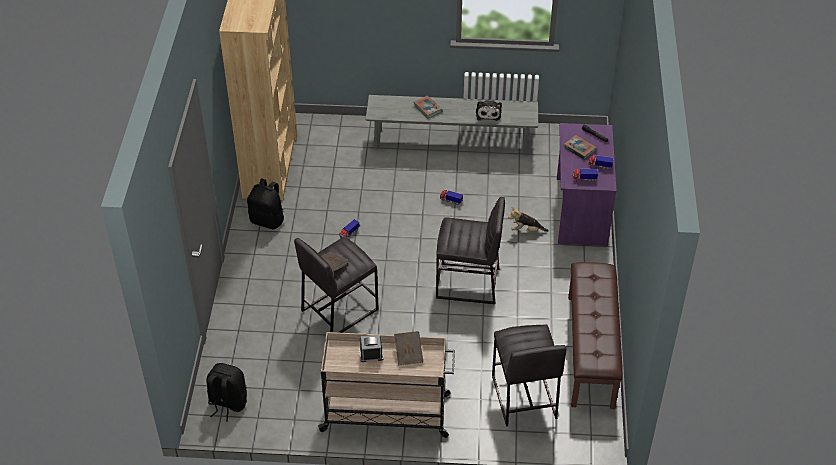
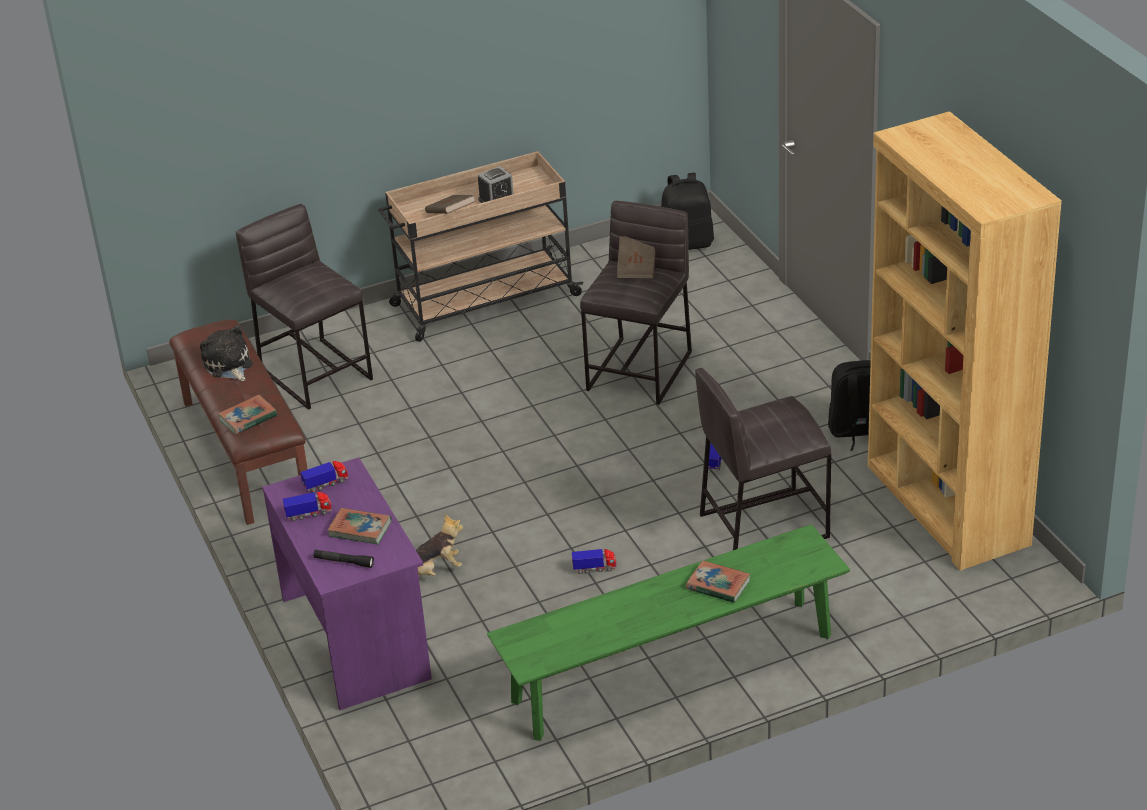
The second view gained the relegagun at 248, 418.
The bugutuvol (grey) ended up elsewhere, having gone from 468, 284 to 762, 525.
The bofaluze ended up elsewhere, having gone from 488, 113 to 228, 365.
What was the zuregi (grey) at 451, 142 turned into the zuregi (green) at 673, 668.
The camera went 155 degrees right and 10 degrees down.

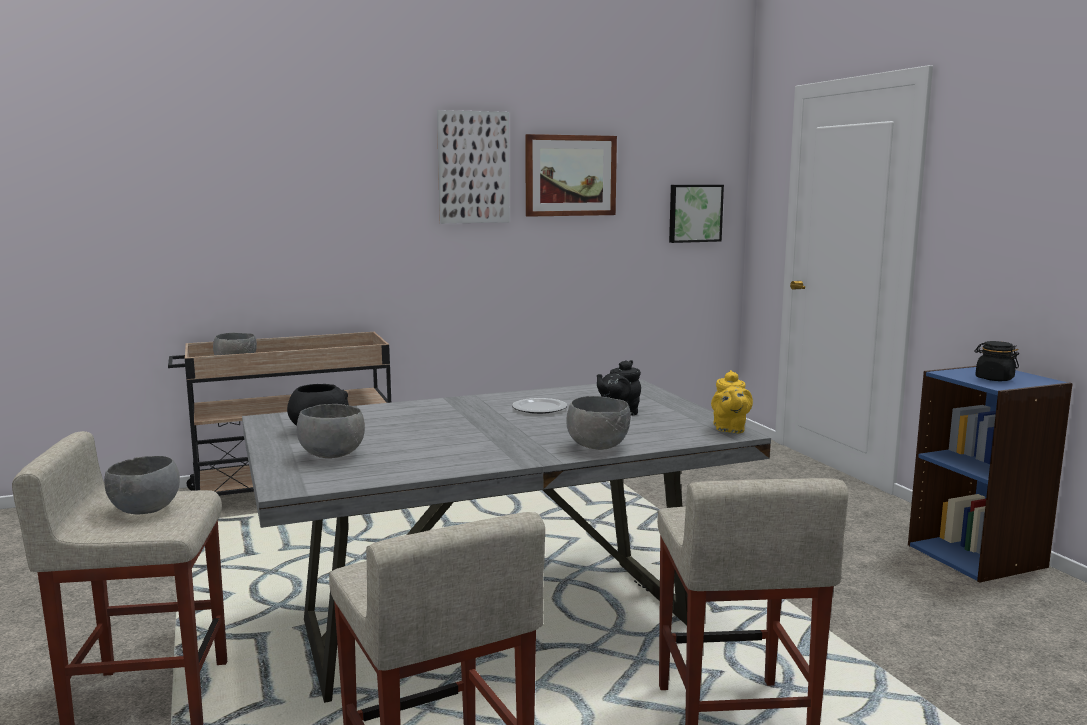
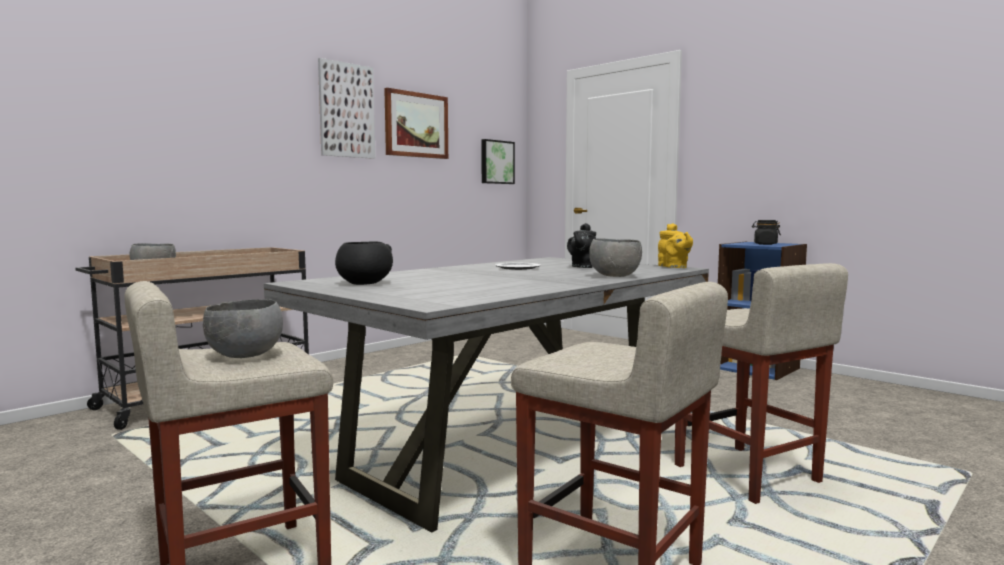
The second view lost the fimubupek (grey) at 331, 455.
The camera went 25 degrees left and 5 degrees down.

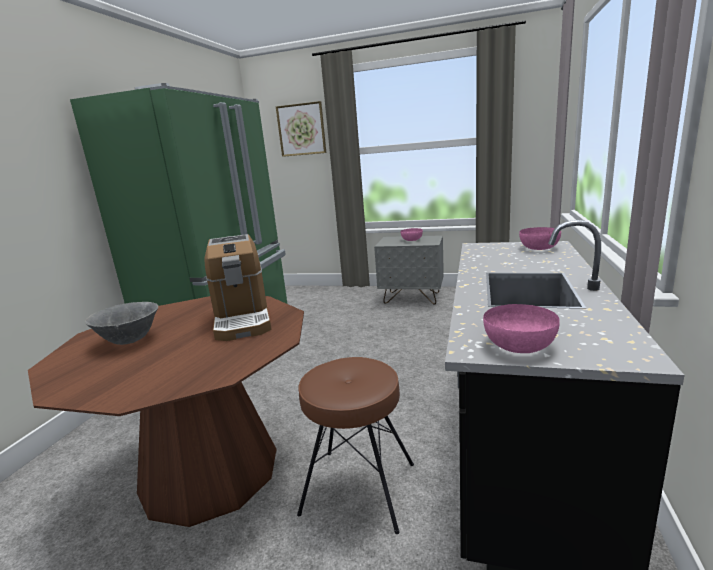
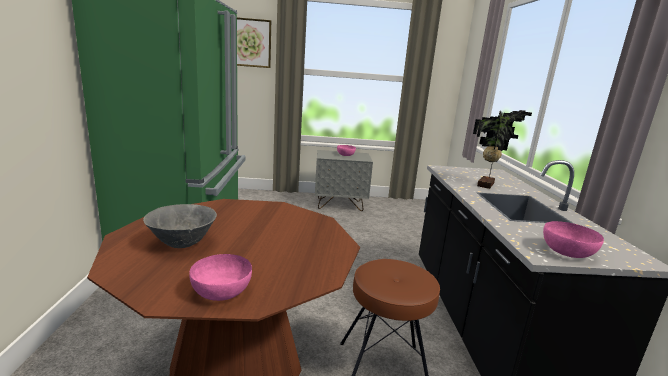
The second view lost the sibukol at 242, 319.
The second view gained the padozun at 487, 185.
The fimubupek (pink) ended up elsewhere, having gone from 539, 248 to 222, 292.
The camera went 20 degrees left and 0 degrees up.

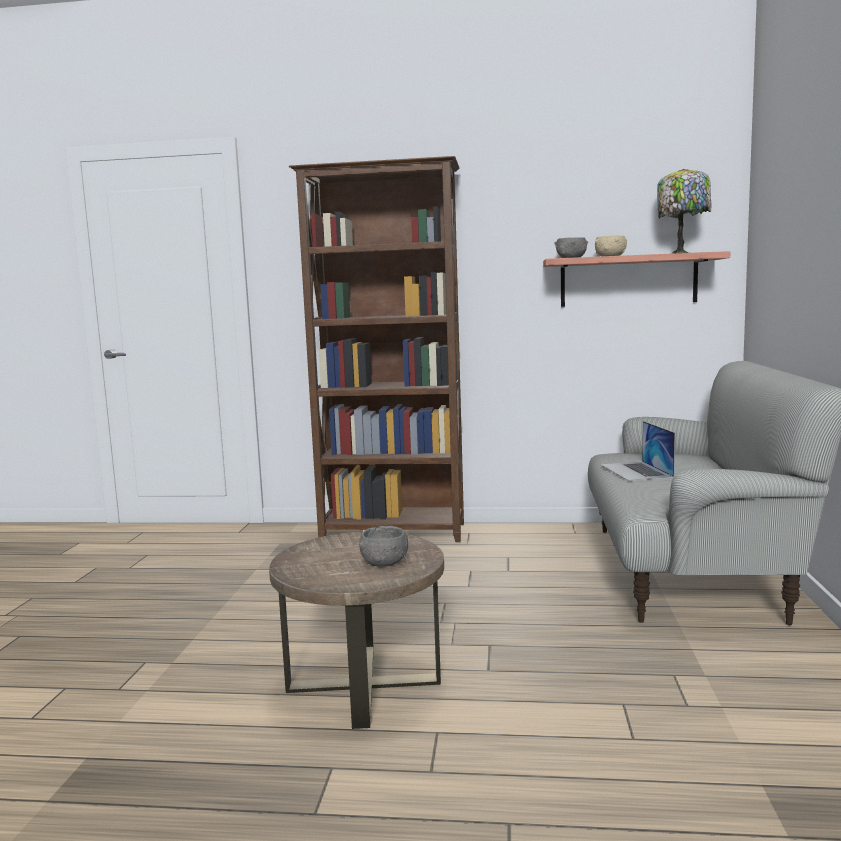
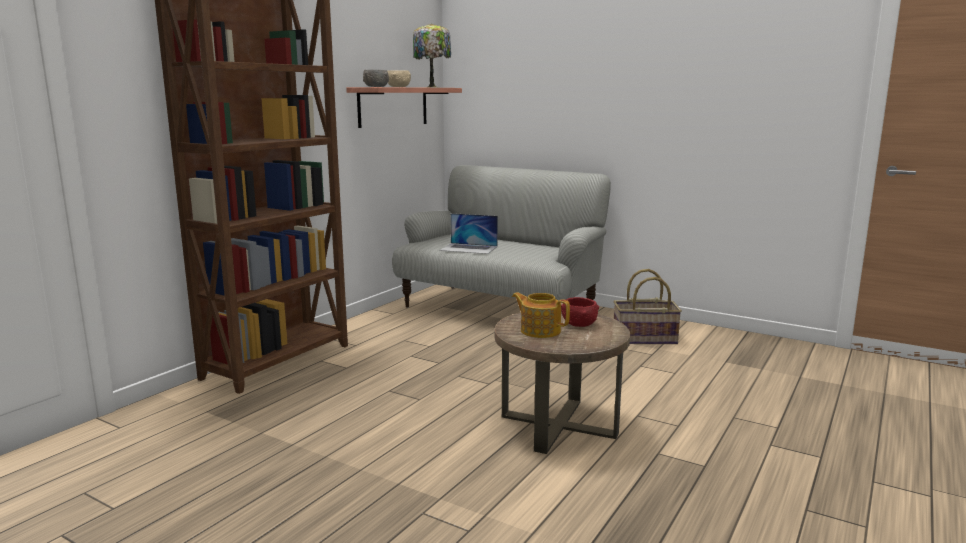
The second view gained the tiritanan at 540, 331.
The second view gained the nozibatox at 644, 339.
What was the fimubupek (grey) at 384, 562 turned into the fimubupek (red) at 579, 324.
The camera went 65 degrees left and 5 degrees up.

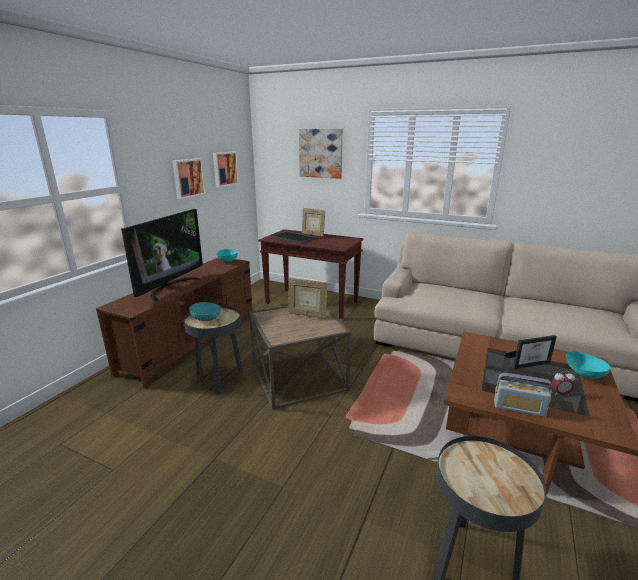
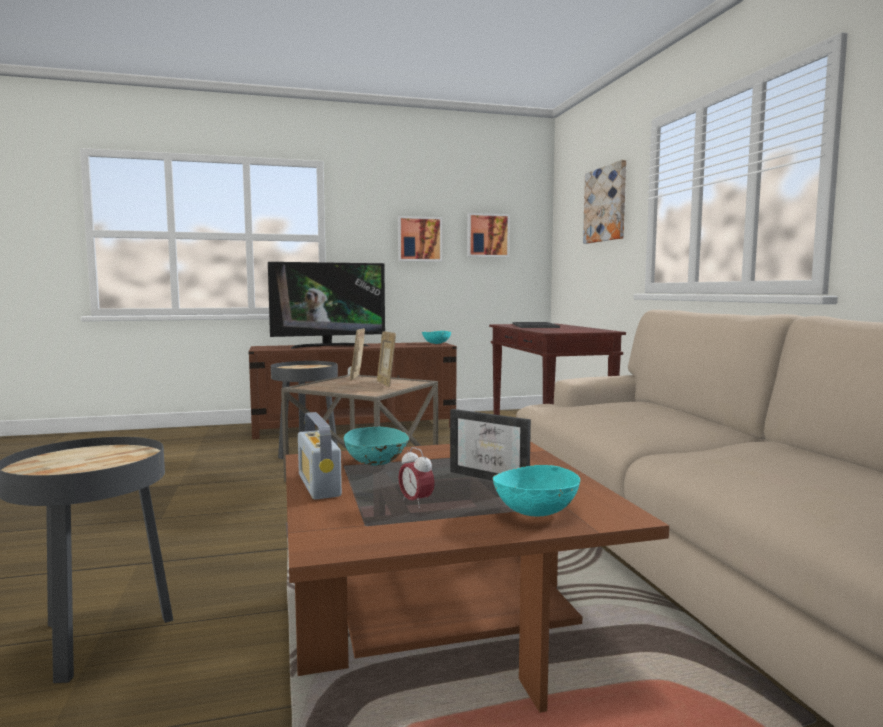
The fimubupek (turquoise) ended up elsewhere, having gone from 206, 319 to 377, 463.
The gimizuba ended up elsewhere, having gone from 313, 235 to 358, 378.
The camera went 50 degrees right and 15 degrees down.

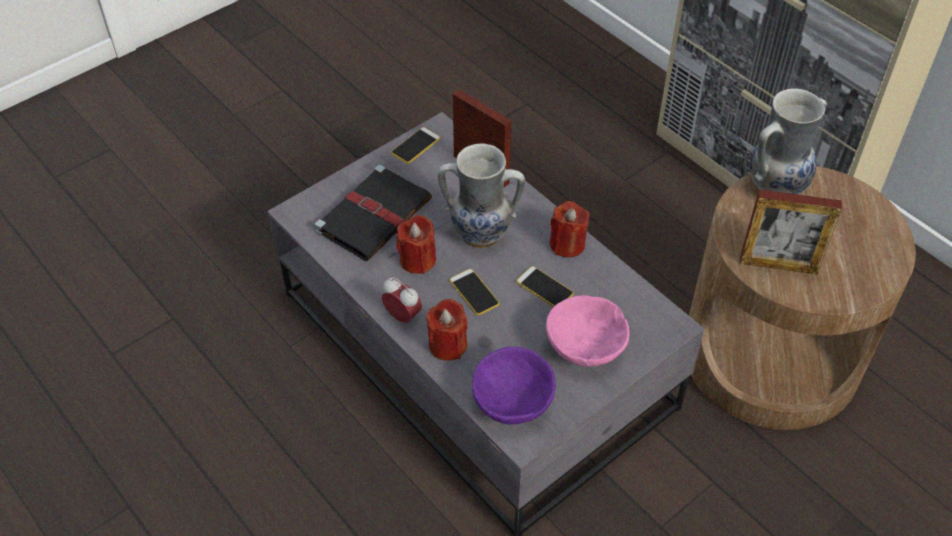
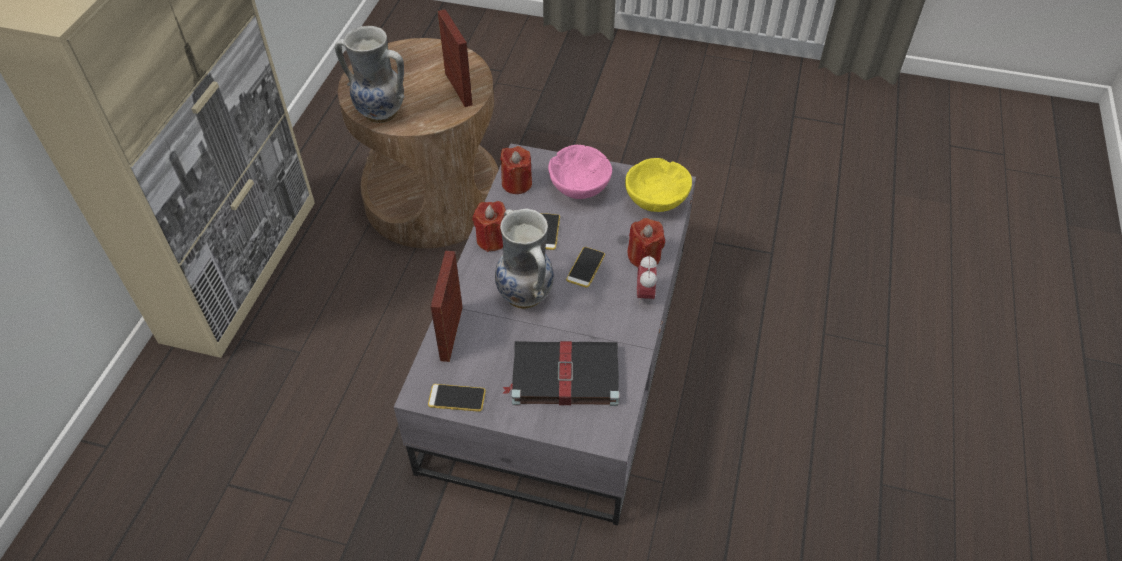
The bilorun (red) ended up elsewhere, having gone from 417, 260 to 516, 183.
What was the fimubupek (purple) at 513, 404 turned into the fimubupek (yellow) at 656, 200.
The camera went 125 degrees left and 0 degrees up.

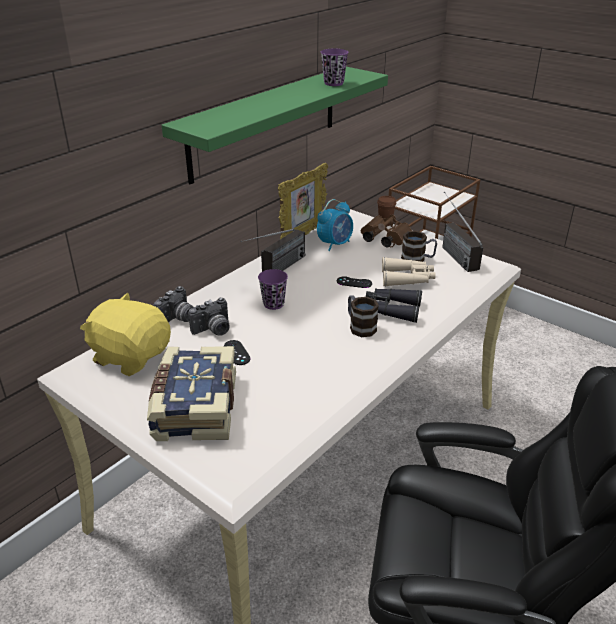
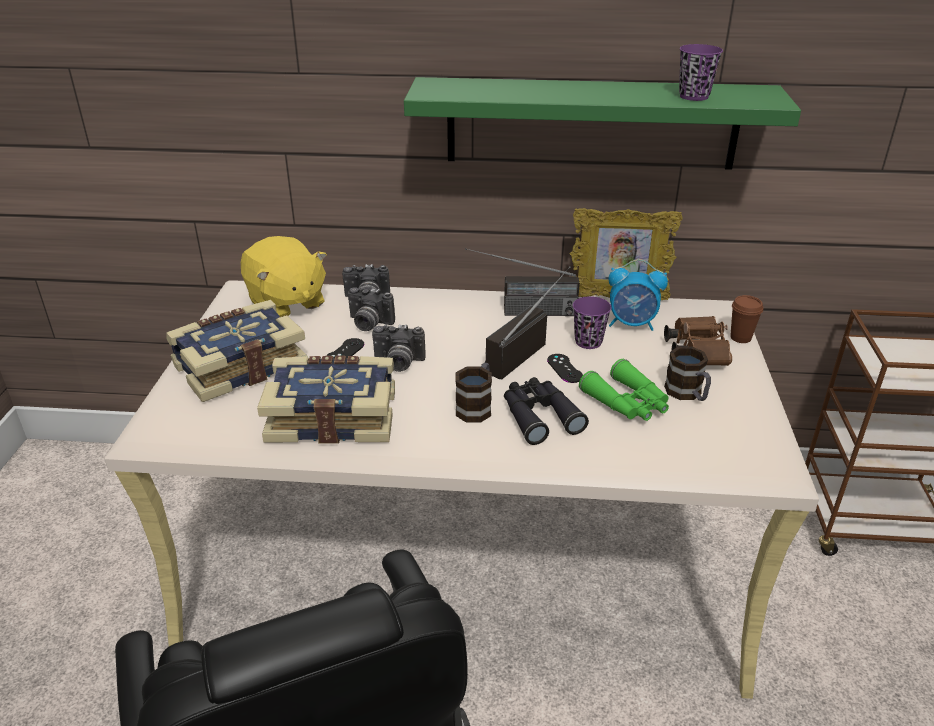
The second view gained the relegagun at 333, 415.
The second view gained the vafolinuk at 398, 363.
The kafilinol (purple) ended up elsewhere, having gone from 273, 304 to 588, 342.
The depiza ended up elsewhere, having gone from 452, 252 to 526, 348.
What was the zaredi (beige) at 407, 278 turned into the zaredi (green) at 627, 403.
The bofaluze (yellow) at 131, 356 ended up facing another way, 150 degrees clockwise from before.
The camera went 55 degrees right and 0 degrees up.

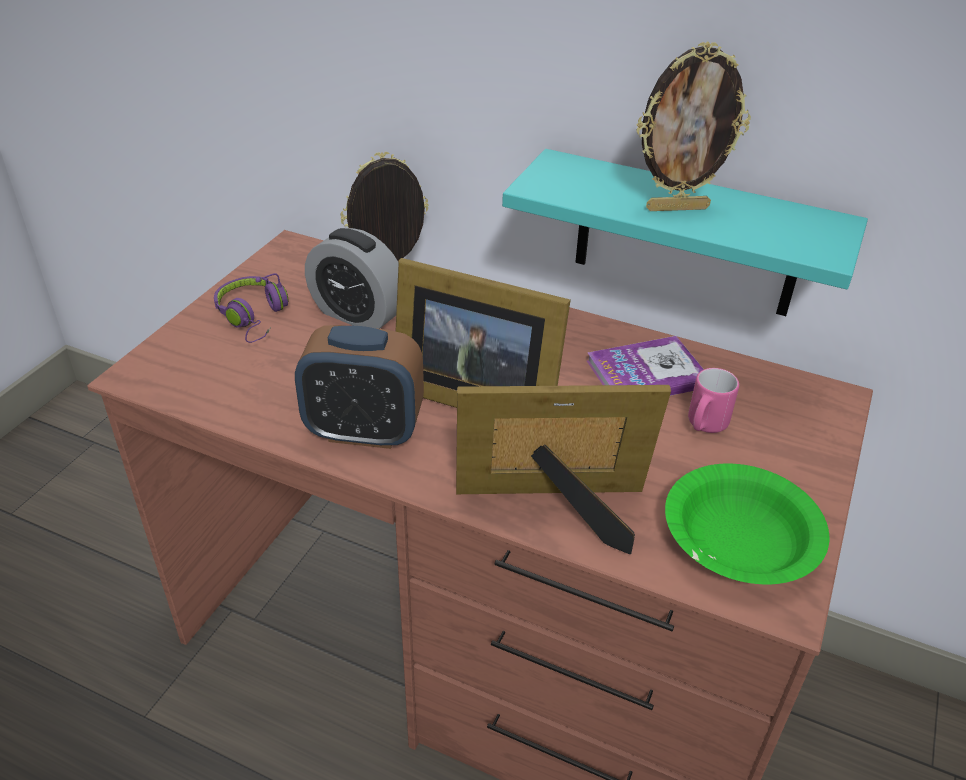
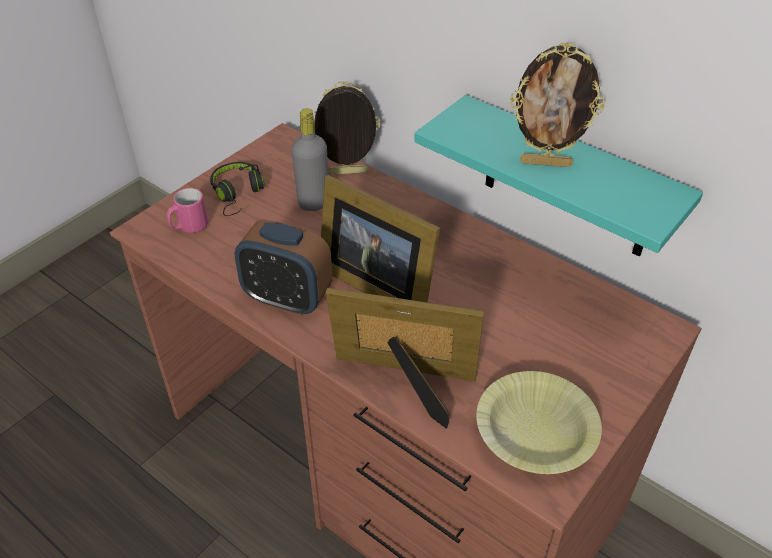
The second view lost the relegagun at 647, 373.
The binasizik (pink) ended up elsewhere, having gone from 704, 425 to 189, 227.
Where the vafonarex stood at 358, 314, the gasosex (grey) came to stand at 313, 203.
What was the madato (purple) at 254, 317 turned into the madato (black) at 238, 194.
What was the fimubupek (green) at 739, 540 turned into the fimubupek (yellow) at 534, 433.
The camera went 15 degrees right and 5 degrees up.

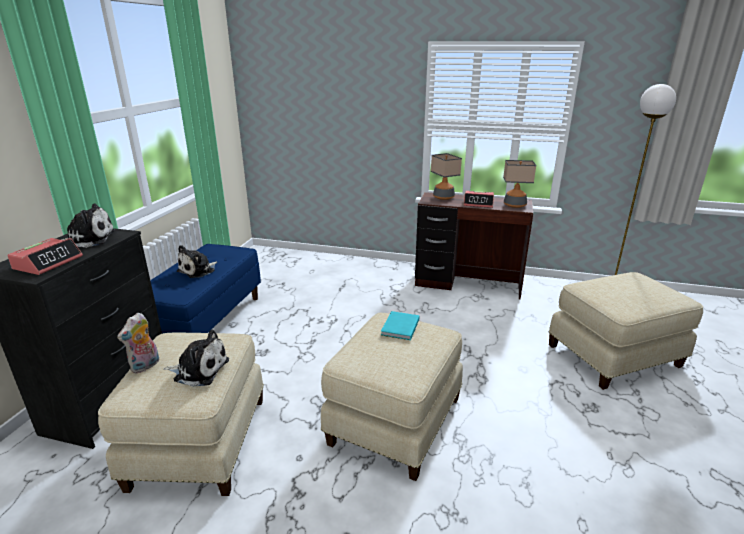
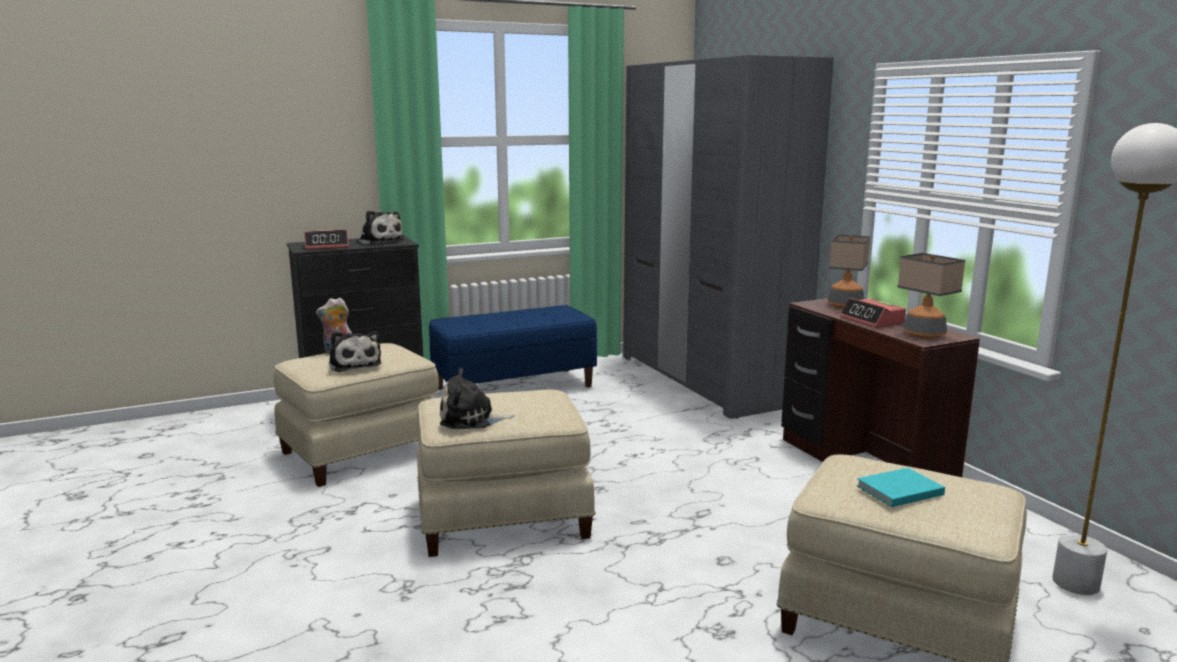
The second view gained the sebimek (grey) at 707, 379.
The bofaluze ended up elsewhere, having gone from 198, 270 to 471, 419.
The relegagun (turquoise) ended up elsewhere, having gone from 399, 327 to 897, 490.
The camera went 50 degrees right and 10 degrees down.

